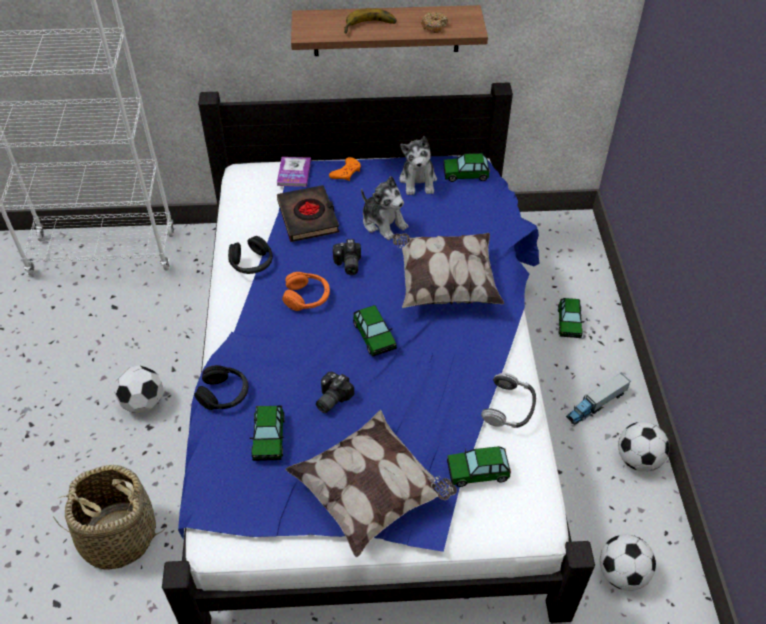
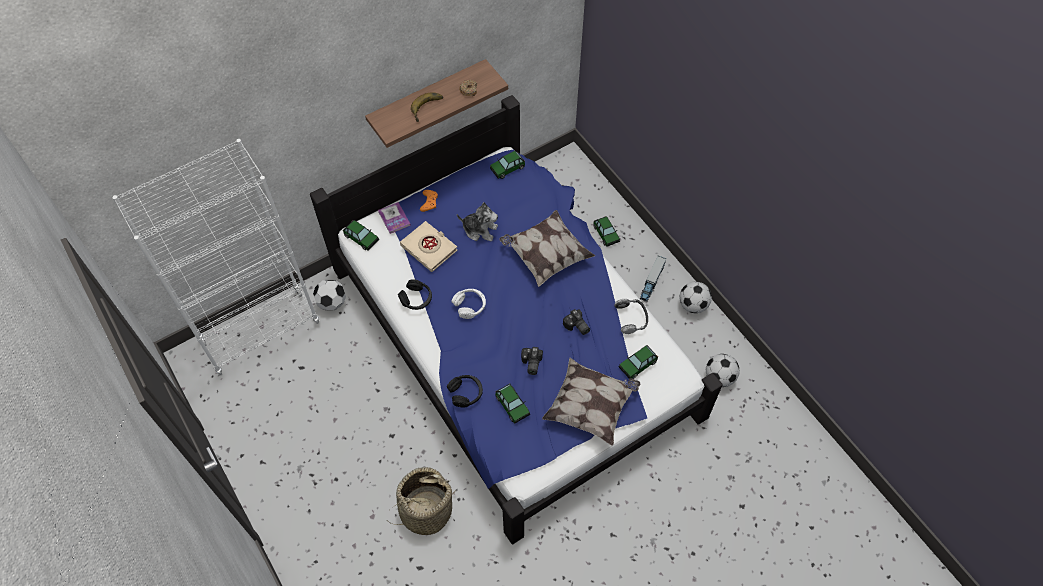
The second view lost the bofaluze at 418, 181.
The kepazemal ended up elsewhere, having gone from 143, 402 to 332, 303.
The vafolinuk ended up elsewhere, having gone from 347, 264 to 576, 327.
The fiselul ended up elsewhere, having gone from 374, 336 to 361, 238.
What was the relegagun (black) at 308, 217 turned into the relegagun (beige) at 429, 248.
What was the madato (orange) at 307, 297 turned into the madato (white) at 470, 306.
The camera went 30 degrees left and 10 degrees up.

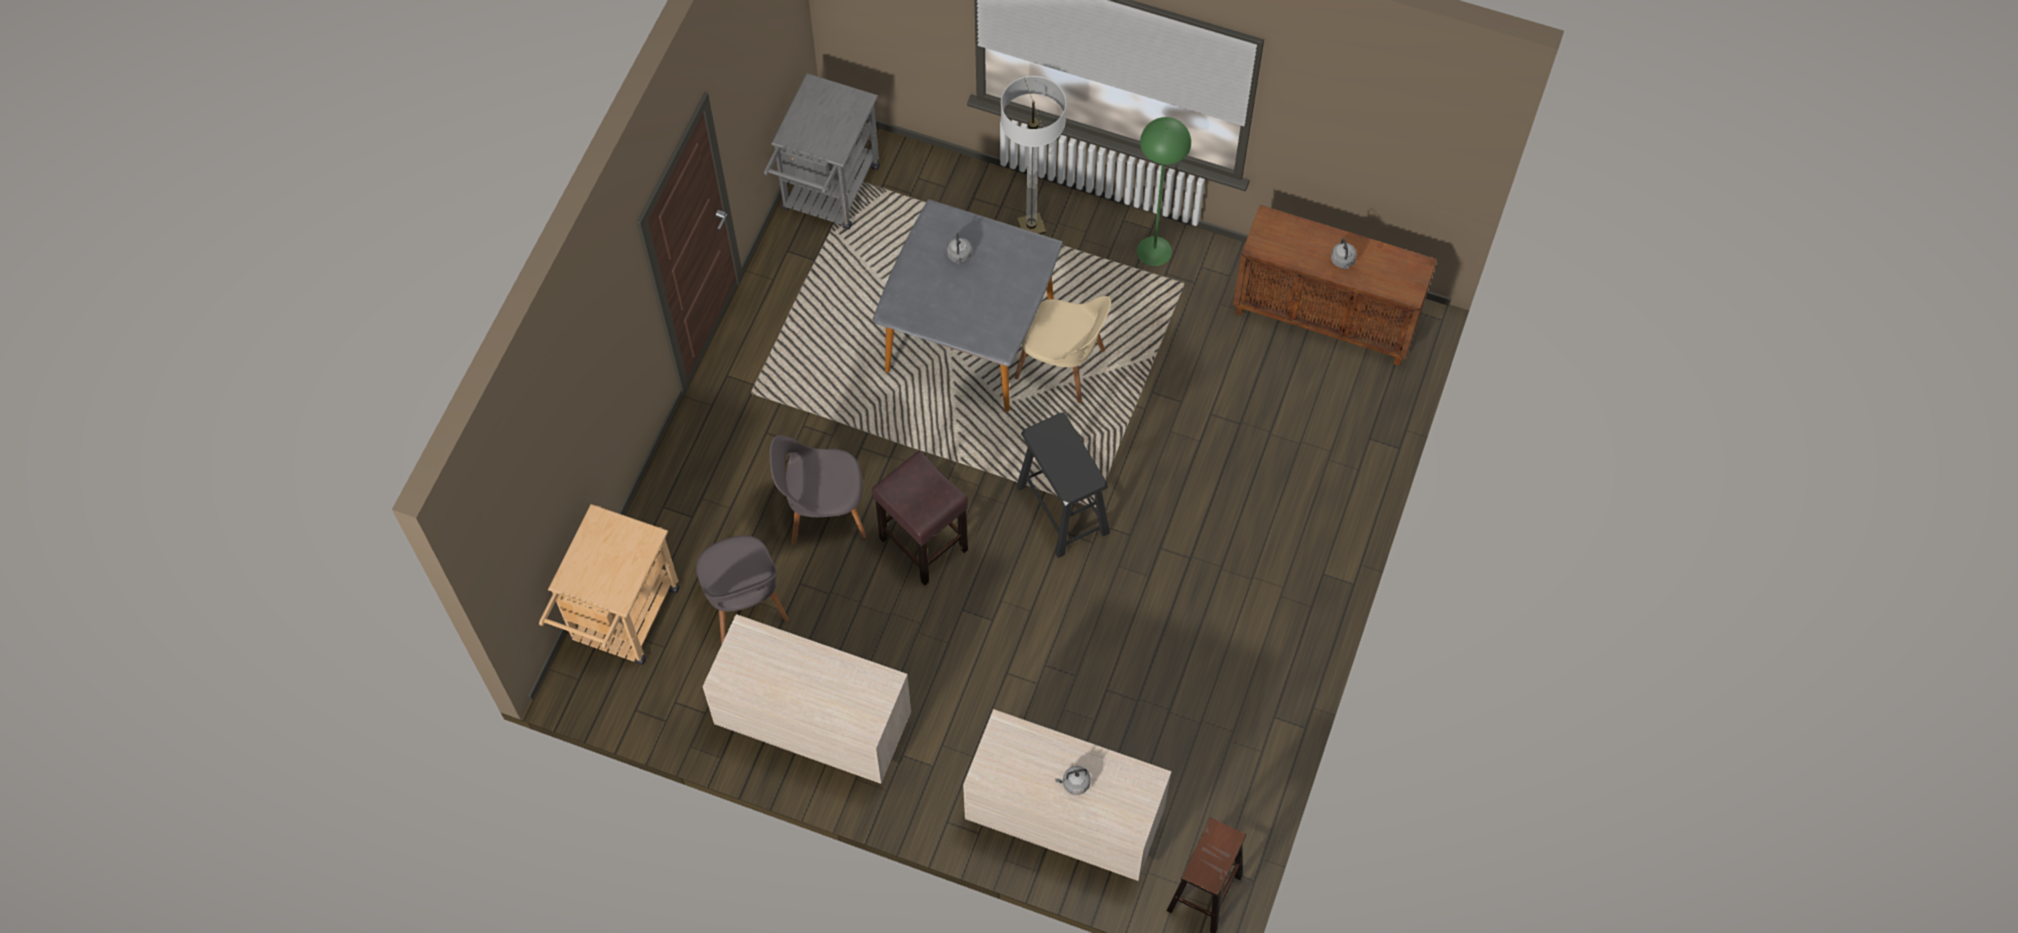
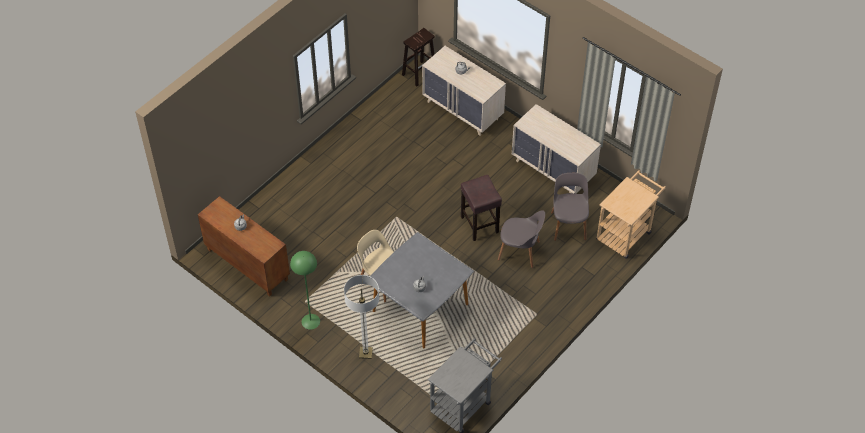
The second view lost the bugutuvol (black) at 1063, 510.
The camera went 160 degrees left and 10 degrees down.

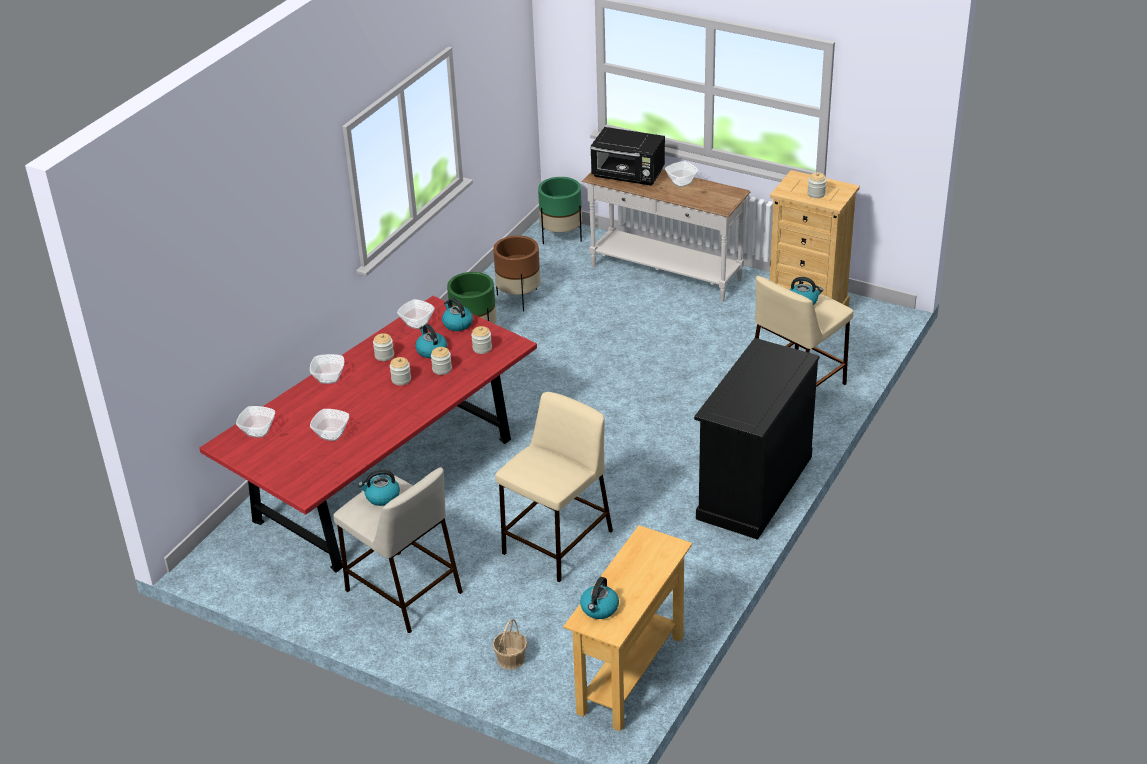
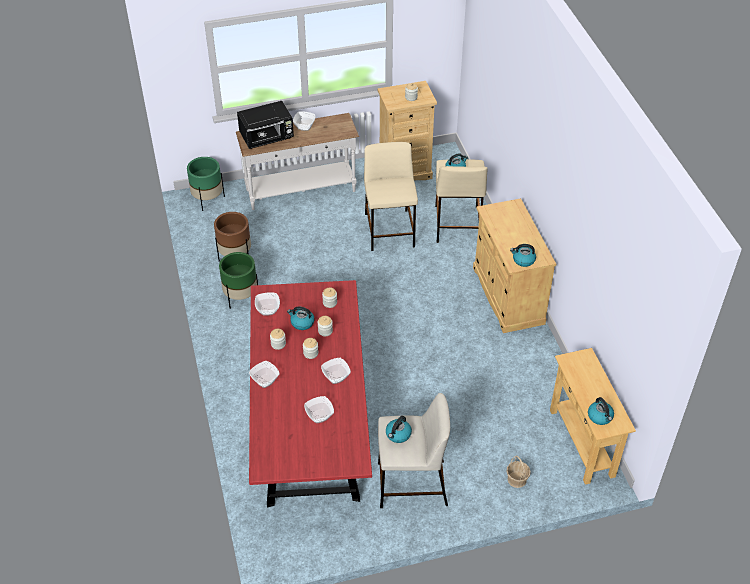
The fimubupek ended up elsewhere, having gone from 257, 431 to 336, 377.
The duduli ended up elsewhere, having gone from 457, 324 to 523, 260.
The bugutuvol (beige) ended up elsewhere, having gone from 557, 543 to 390, 230.
What was the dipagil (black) at 754, 487 turned into the dipagil (beige) at 507, 295.
The camera went 45 degrees left and 10 degrees up.

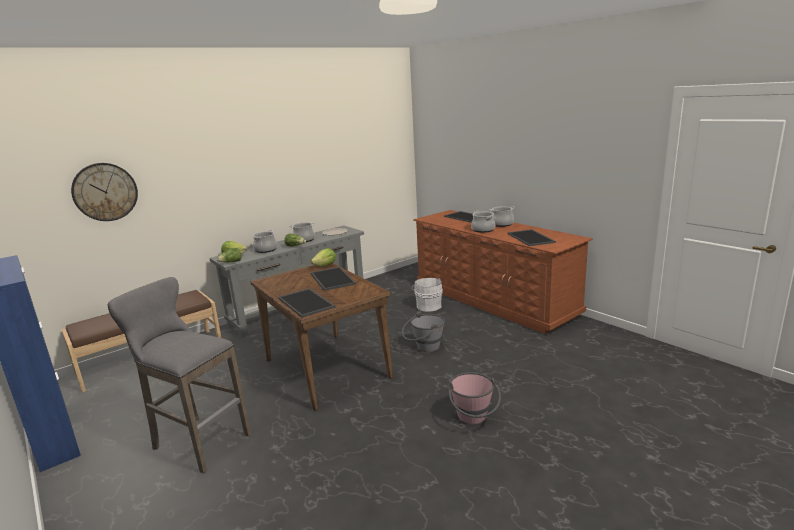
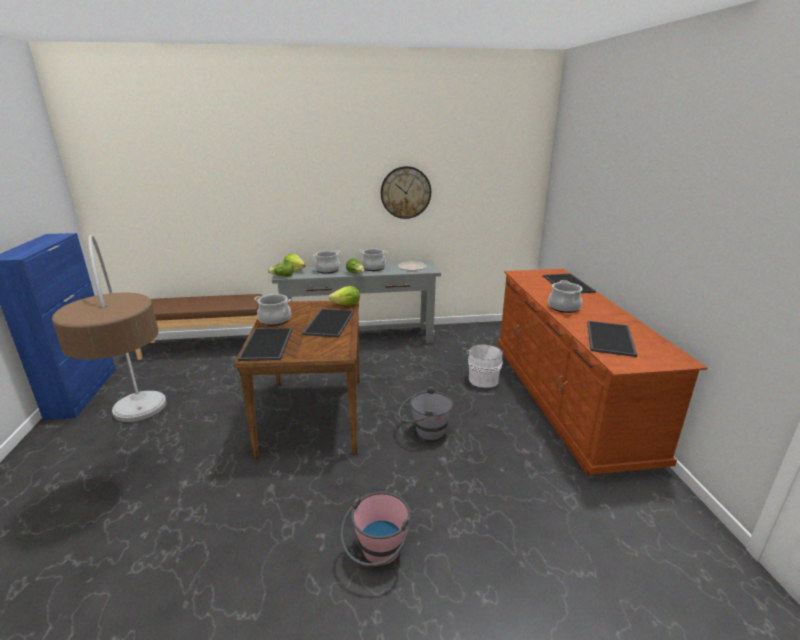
The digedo ended up elsewhere, having gone from 105, 192 to 405, 192.
The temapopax ended up elsewhere, having gone from 501, 224 to 275, 320.
Where the bugutuvol (grey) stood at 197, 441, the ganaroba came to stand at 145, 444.
The camera went 30 degrees right and 5 degrees up.

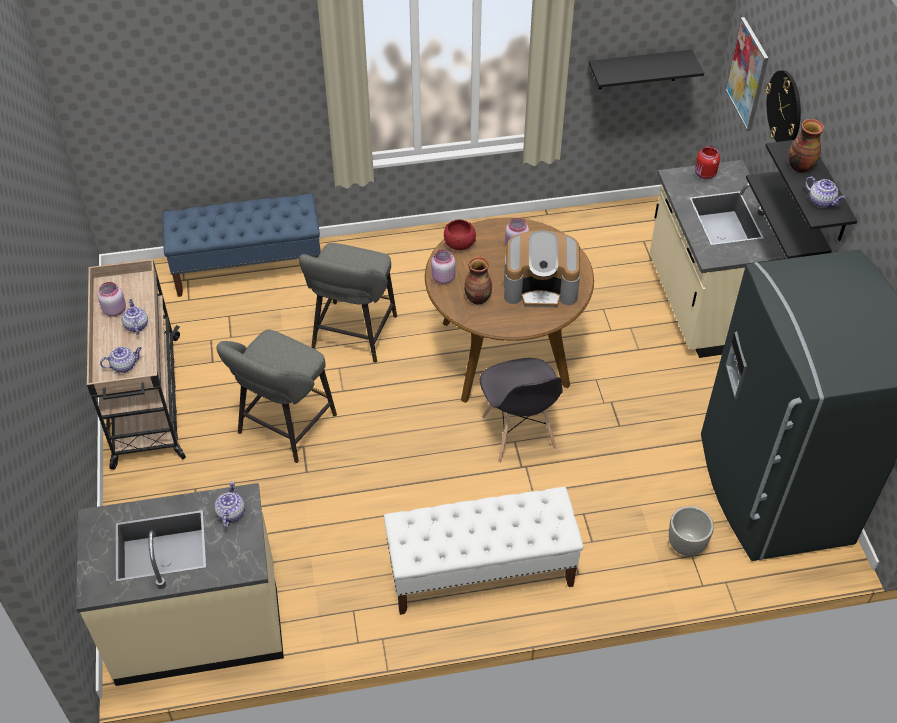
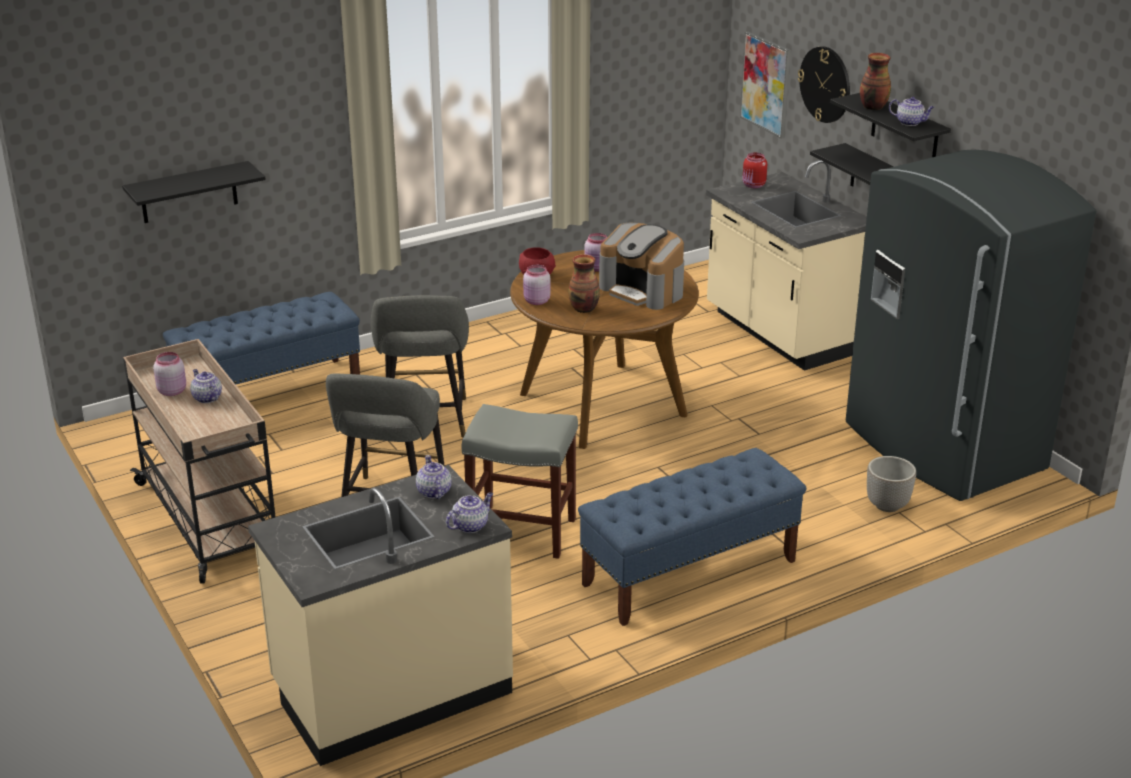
The second view lost the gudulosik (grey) at 518, 433.
The second view gained the bugutuvol (grey) at 523, 531.
The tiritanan ended up elsewhere, having gone from 124, 365 to 470, 525.
The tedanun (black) ended up elsewhere, having gone from 638, 69 to 188, 193.
What was the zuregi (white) at 480, 572 turned into the zuregi (blue) at 689, 573.
The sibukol at 540, 287 ended up facing another way, 60 degrees clockwise from before.
The camera went 20 degrees left and 20 degrees down.

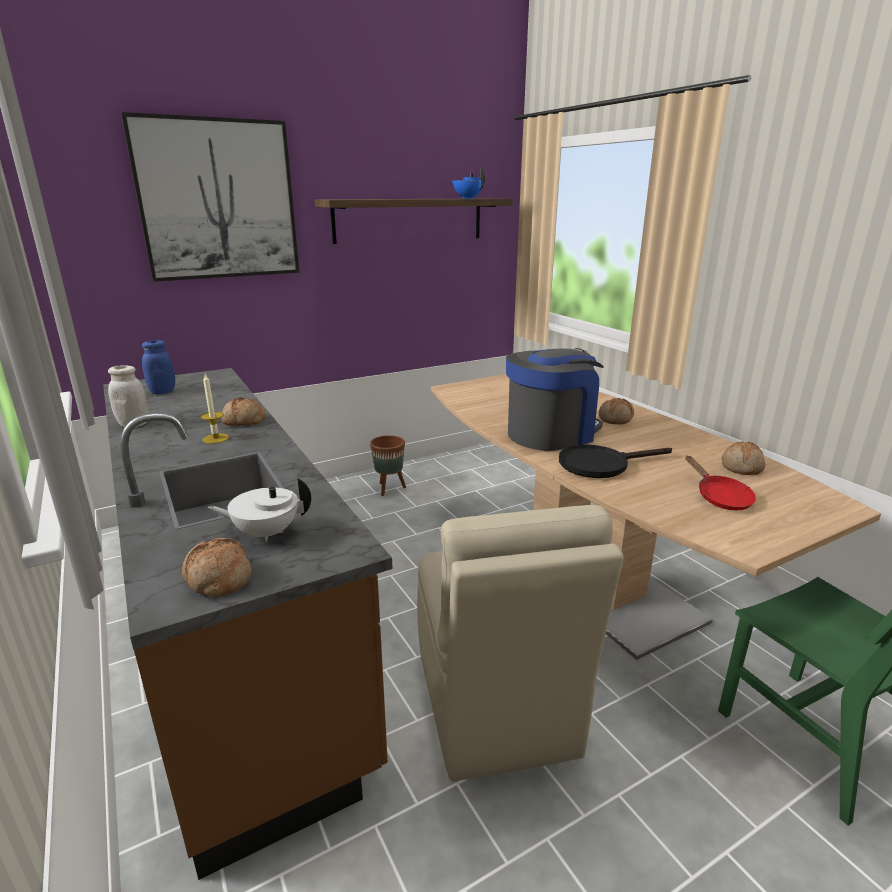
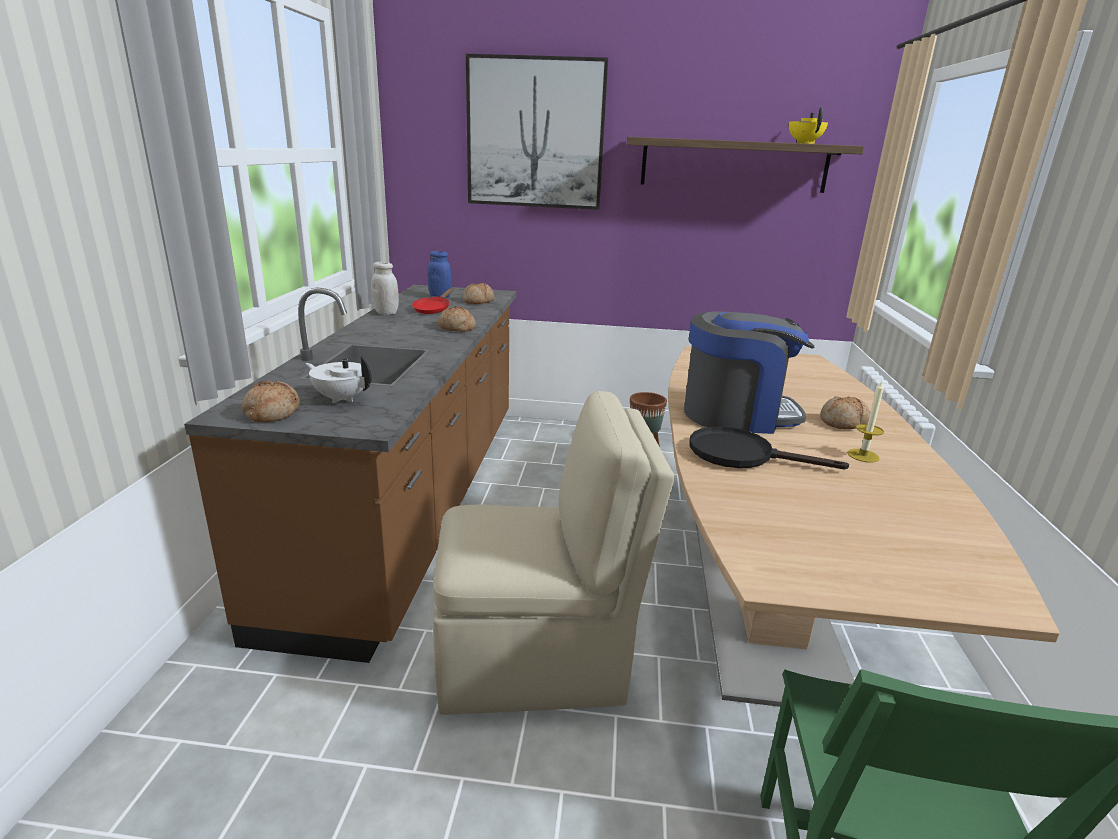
The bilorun ended up elsewhere, having gone from 215, 438 to 863, 455.
The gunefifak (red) ended up elsewhere, having gone from 719, 497 to 433, 309.
The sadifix ended up elsewhere, having gone from 742, 467 to 478, 301.
What was the tiritanan (blue) at 468, 198 turned into the tiritanan (yellow) at 804, 143.
The gudulosik (beige) at 495, 705 ended up facing another way, 120 degrees counterclockwise from before.
The camera went 35 degrees right and 0 degrees up.

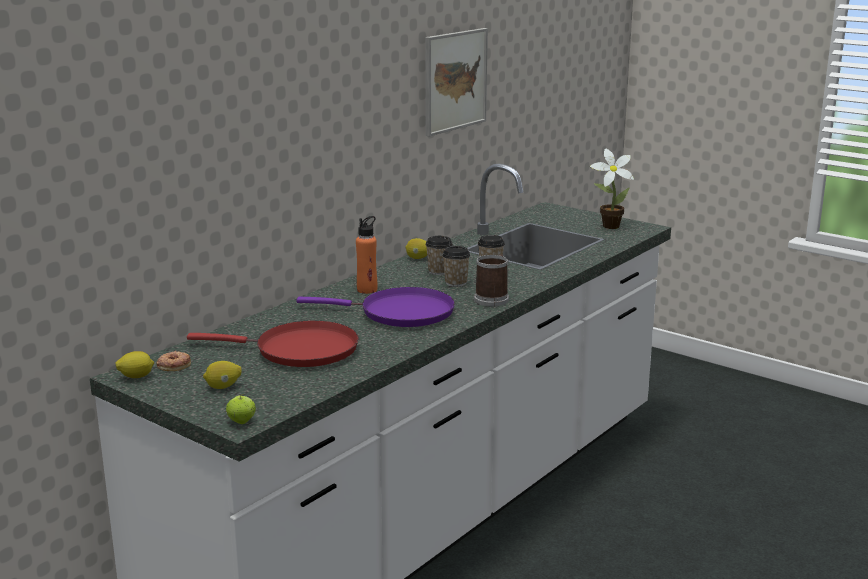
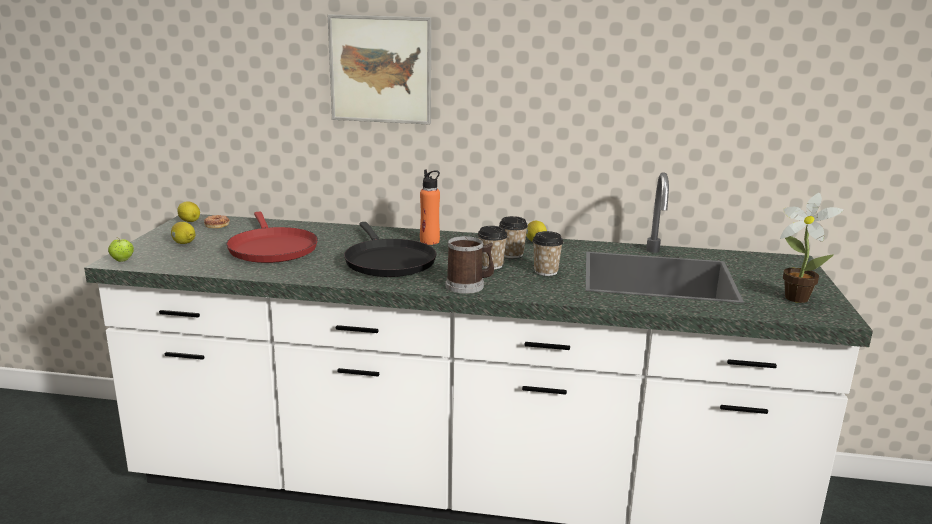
The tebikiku ended up elsewhere, having gone from 455, 80 to 380, 69.
What was the gunefifak (purple) at 400, 313 turned into the gunefifak (black) at 387, 261.
The camera went 60 degrees right and 0 degrees up.

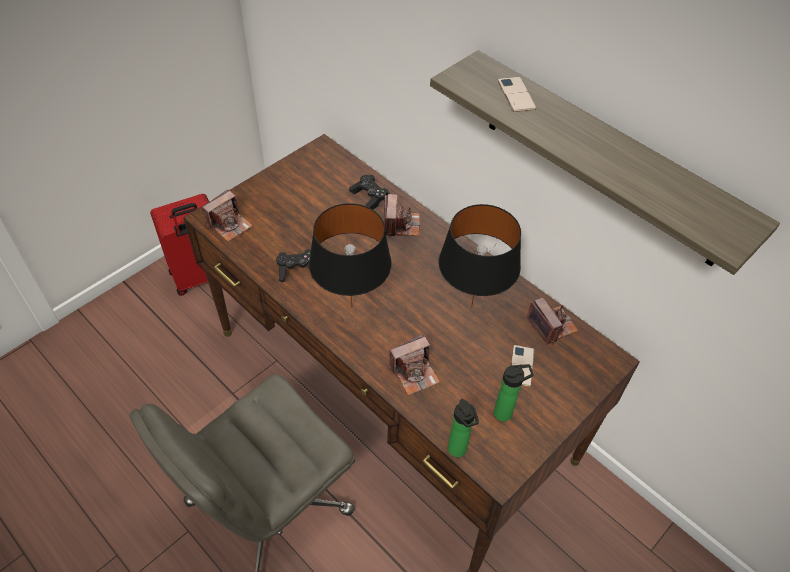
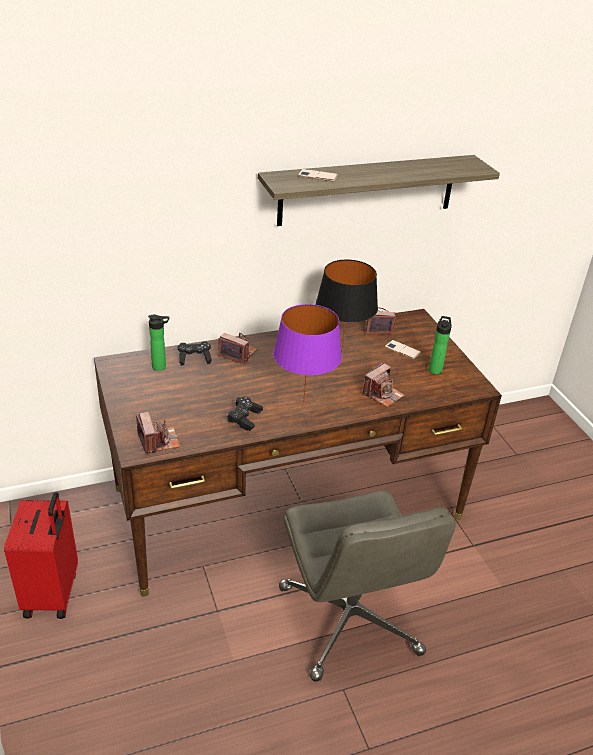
The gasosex ended up elsewhere, having gone from 458, 451 to 161, 367.
What was the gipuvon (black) at 351, 308 turned into the gipuvon (purple) at 304, 403.
The vafolinuk at 414, 373 ended up facing another way, 45 degrees clockwise from before.
The camera went 65 degrees left and 15 degrees down.

